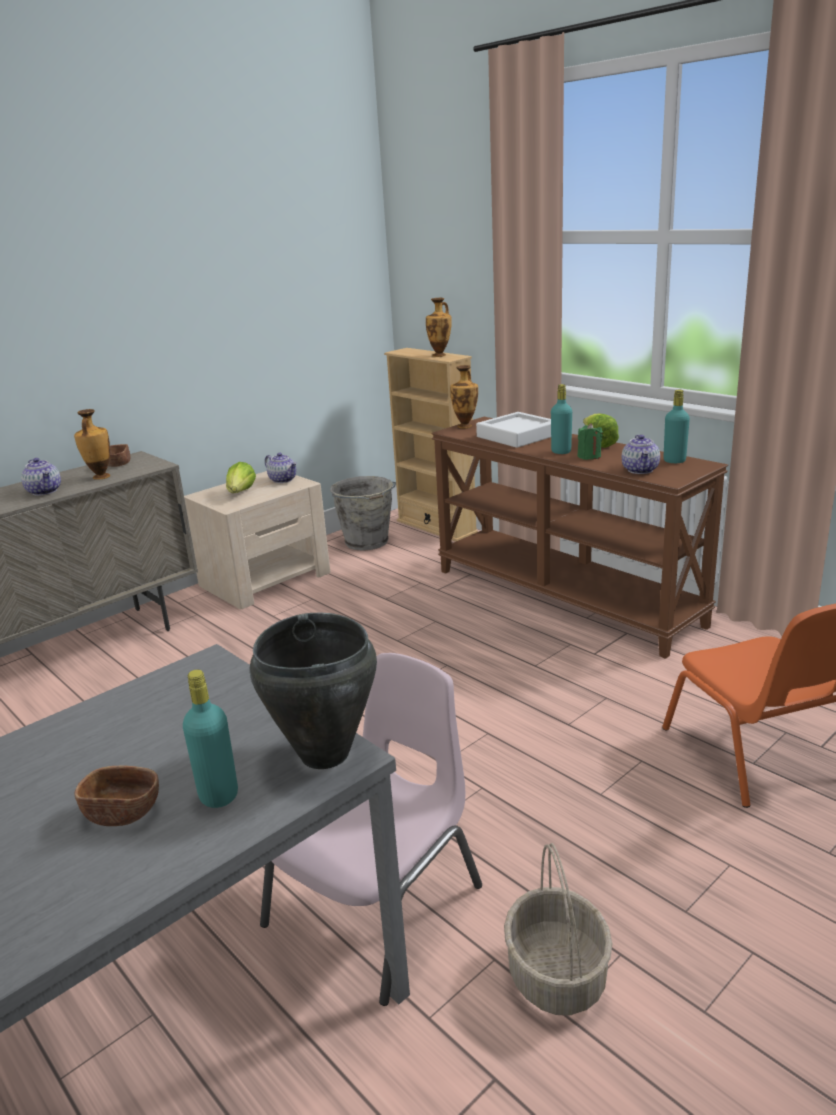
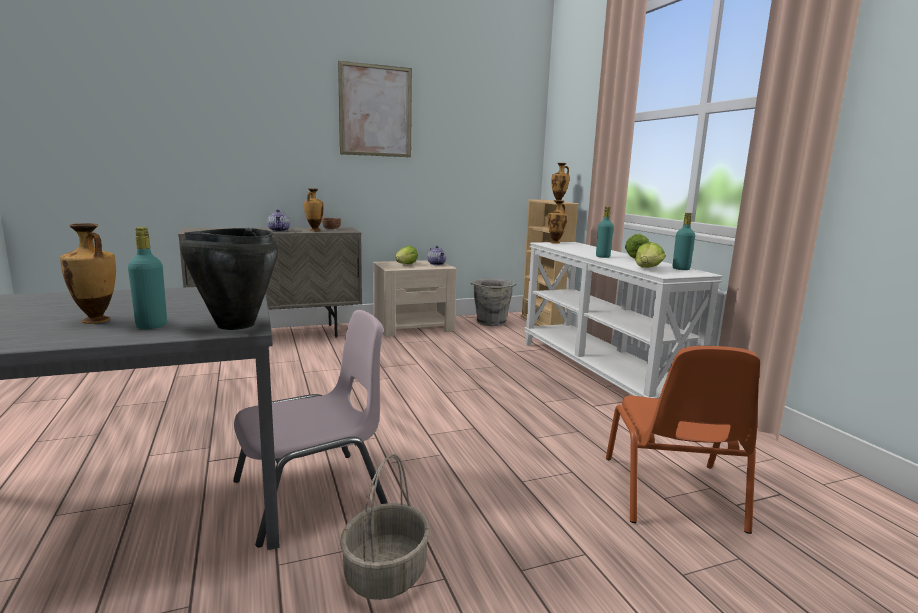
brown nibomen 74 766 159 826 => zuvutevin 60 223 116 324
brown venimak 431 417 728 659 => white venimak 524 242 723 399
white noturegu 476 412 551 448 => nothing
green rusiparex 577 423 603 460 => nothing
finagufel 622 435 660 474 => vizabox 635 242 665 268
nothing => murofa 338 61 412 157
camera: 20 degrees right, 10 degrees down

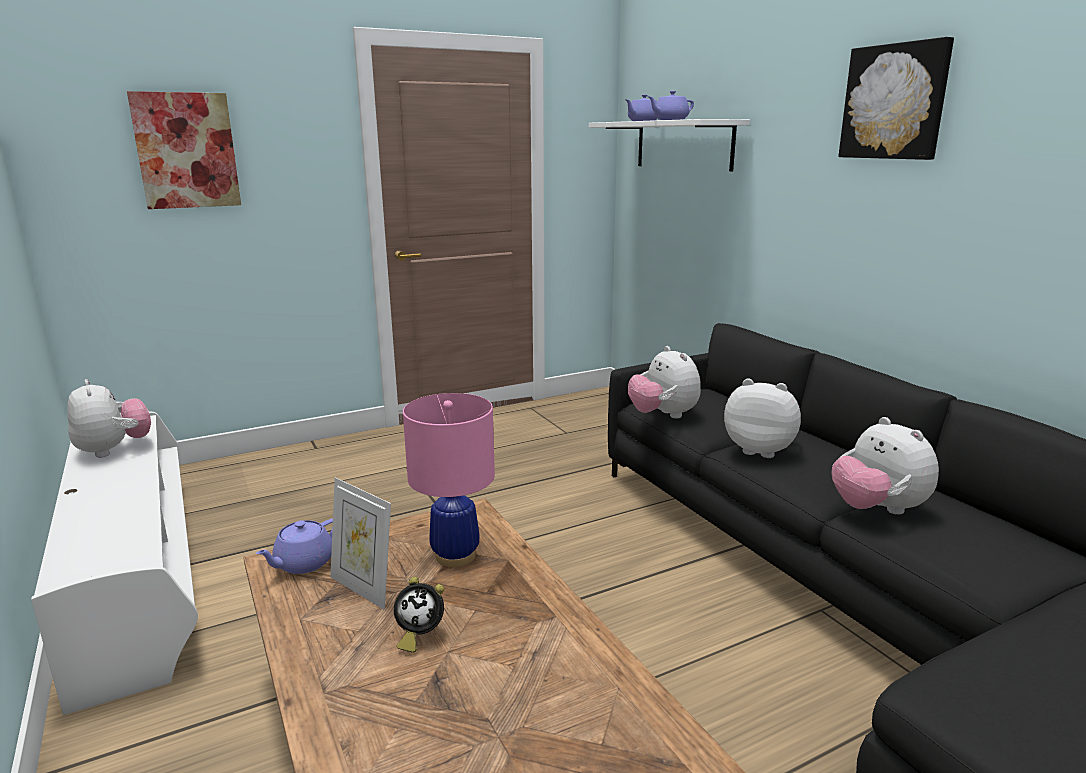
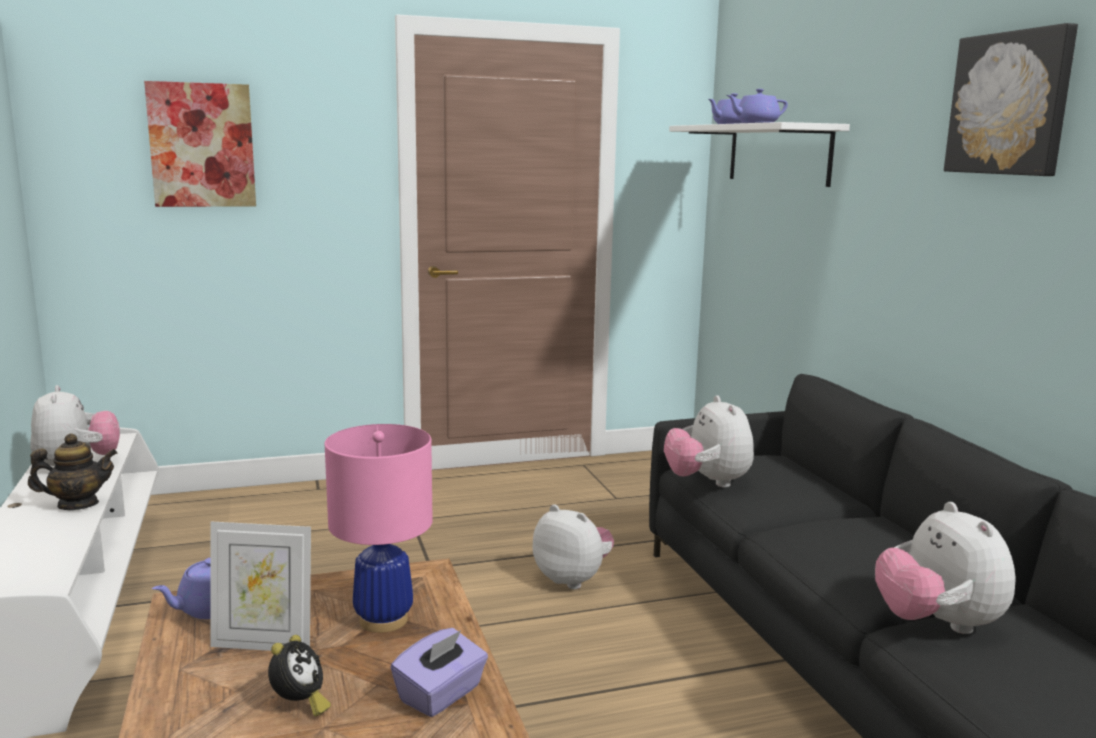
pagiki 330 478 391 609 => pagiki 211 521 311 651, 45 degrees counterclockwise
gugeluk 394 576 444 653 => gugeluk 268 635 331 716, 90 degrees counterclockwise
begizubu 724 379 801 458 => begizubu 533 504 614 589, move
nothing => finagufel 28 433 117 510
nothing => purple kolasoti 391 628 488 717
camera: 10 degrees right, 5 degrees down

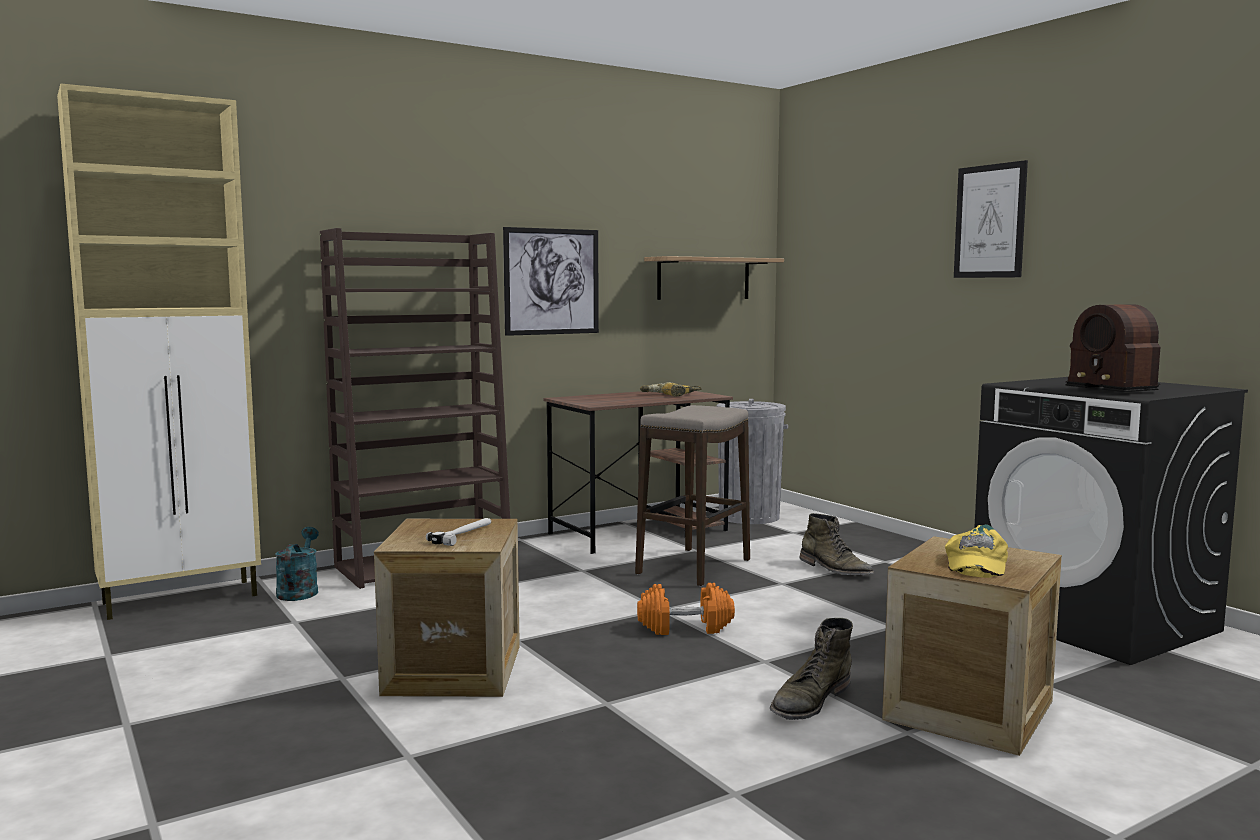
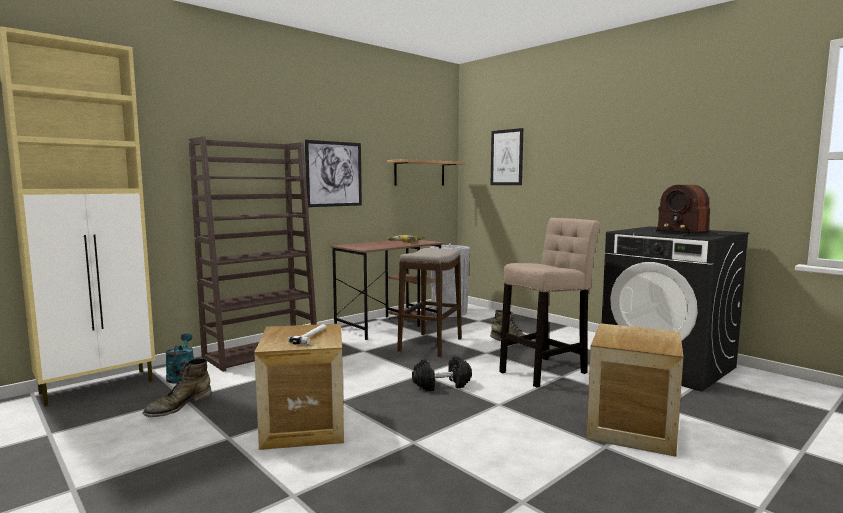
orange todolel 637 583 735 635 => black todolel 412 356 472 391
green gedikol 770 618 853 720 => green gedikol 142 358 211 417, move
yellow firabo 945 524 1008 578 => nothing
murofa 954 160 1028 278 => murofa 491 128 523 185, move
nothing => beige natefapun 499 218 600 388
camera: 10 degrees left, 0 degrees up

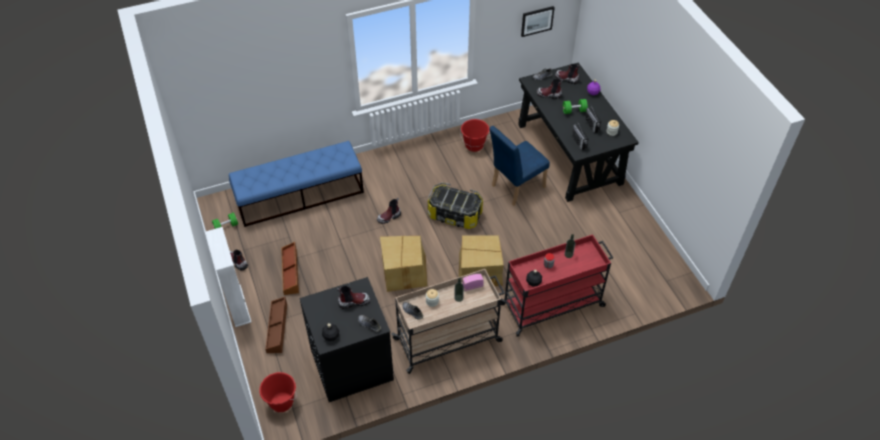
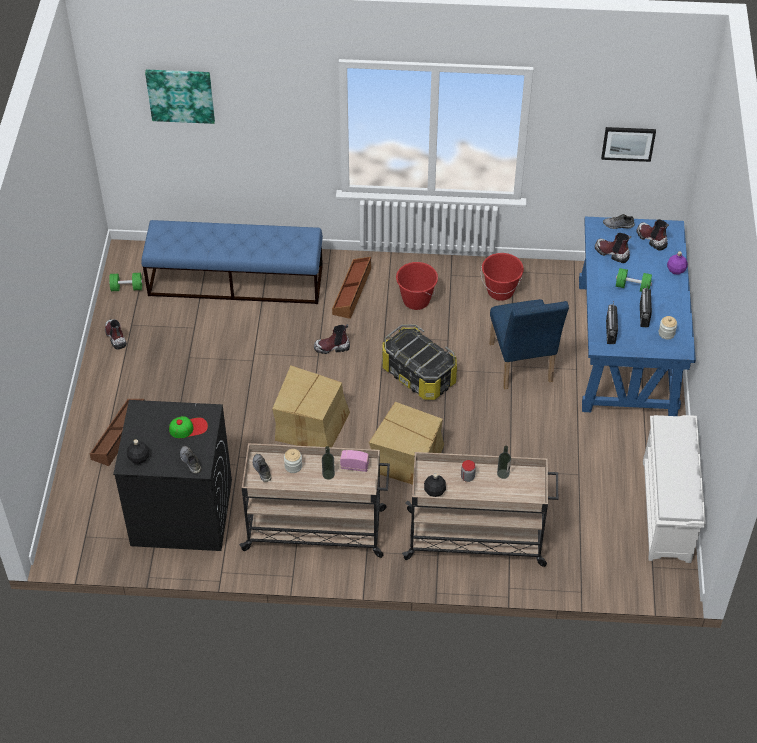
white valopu 206 227 251 327 => nothing
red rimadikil 259 372 297 412 => red rimadikil 396 262 438 310, move
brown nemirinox 281 242 299 295 => brown nemirinox 332 257 371 319, move
gedikol 337 286 370 309 => firabo 169 416 208 438
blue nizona 489 126 550 206 => blue nizona 489 299 569 389, 90 degrees counterclockwise
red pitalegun 501 234 613 337 => beige pitalegun 402 452 558 567
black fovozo 518 63 639 202 => blue fovozo 579 217 696 416
nothing => murofa 145 70 215 124
nothing => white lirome 643 415 706 563
camera: 25 degrees right, 0 degrees up

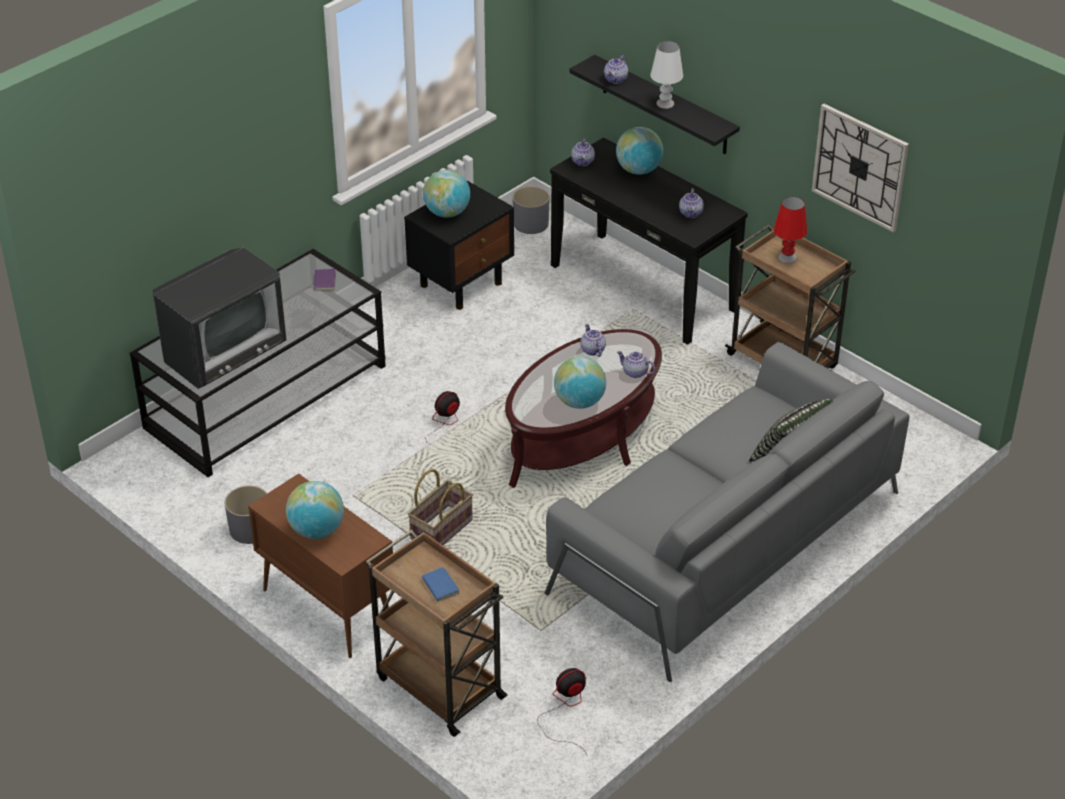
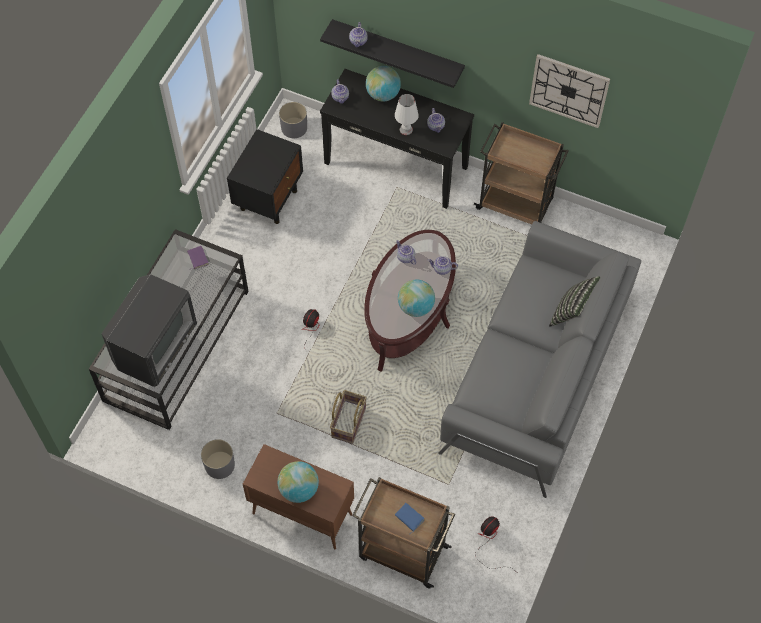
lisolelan 423 170 470 218 => nothing
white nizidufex 650 41 683 109 => white nizidufex 395 94 419 135, move
red nizidufex 774 197 807 263 => nothing
camera: 20 degrees left, 20 degrees up

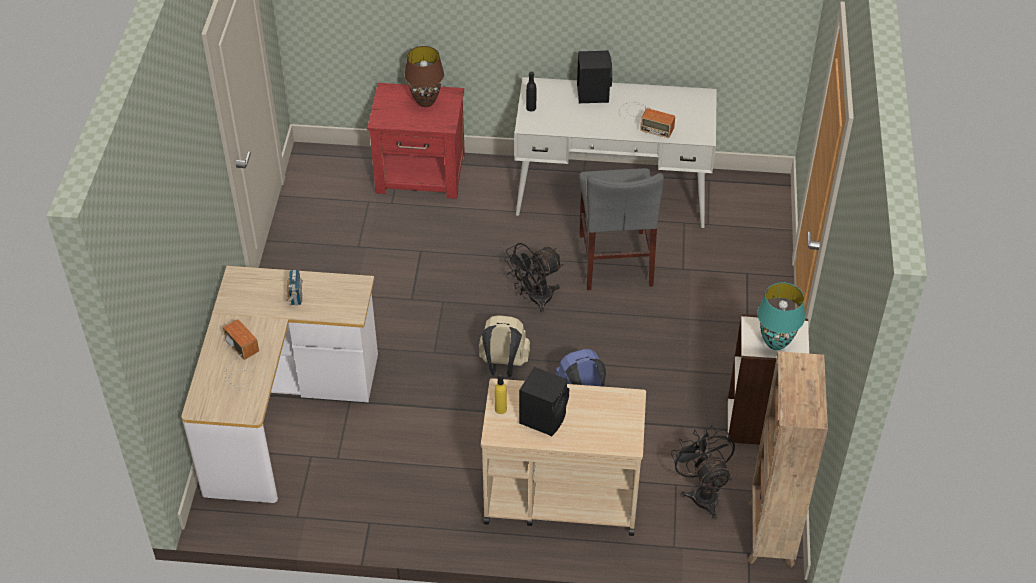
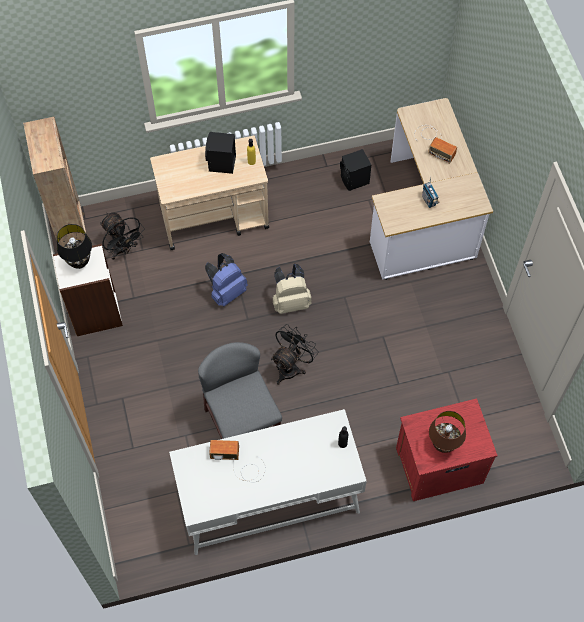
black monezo 577 50 612 103 => black monezo 340 149 371 191, move
turquoise nizidufex 757 282 805 350 => black nizidufex 57 224 92 269
camera: 160 degrees right, 15 degrees up

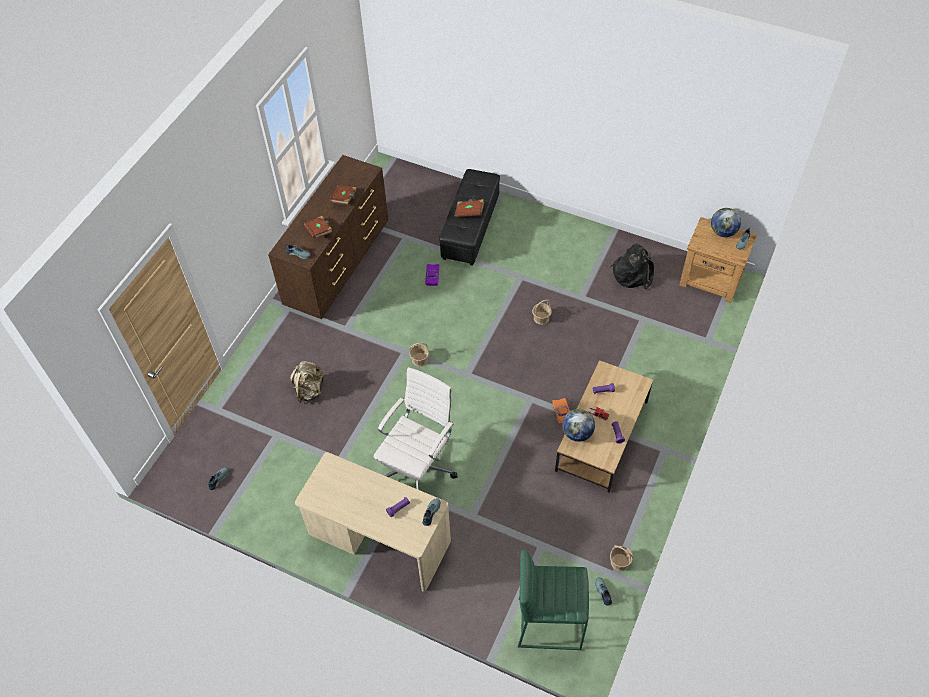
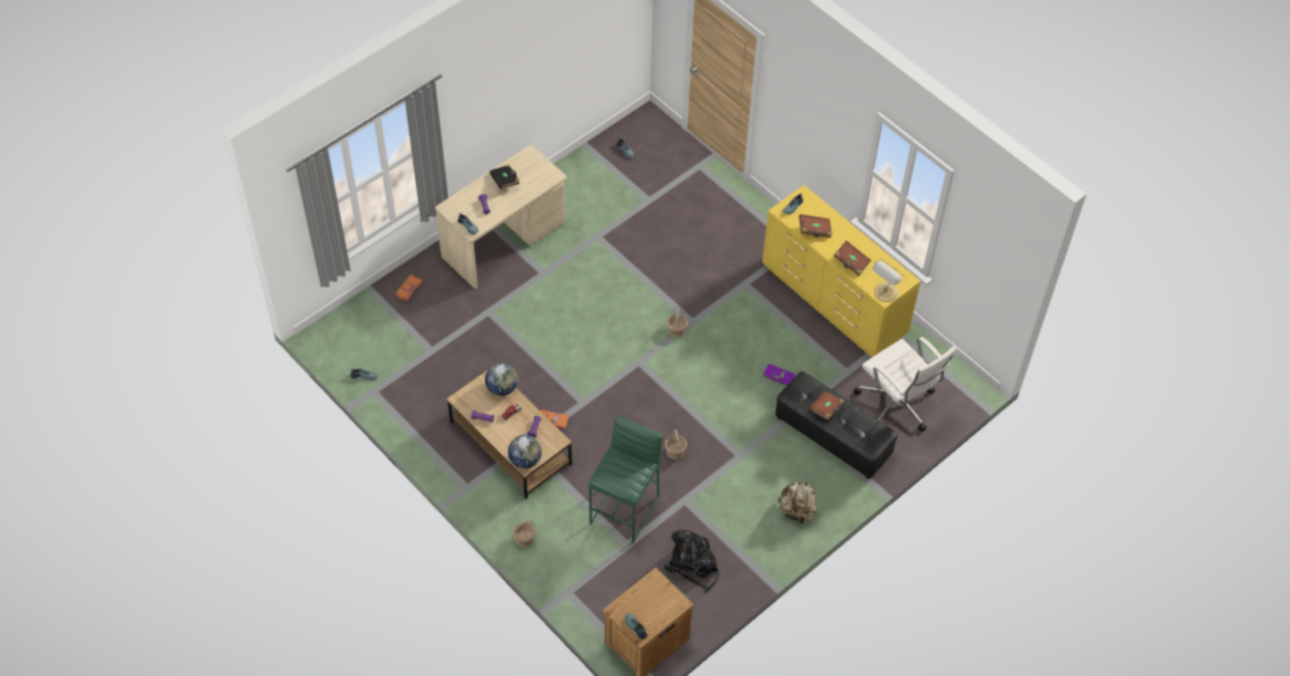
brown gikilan 268 155 388 319 => yellow gikilan 762 185 921 358
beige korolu 290 361 325 404 => beige korolu 778 480 817 523, move
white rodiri 374 367 458 490 => white rodiri 854 337 957 431, move
green natefapun 518 549 589 650 => green natefapun 589 416 663 544, move
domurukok 610 545 633 571 => domurukok 513 520 536 547, move
lisolelan 711 208 741 237 => lisolelan 508 435 542 469, move
nothing => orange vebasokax 396 275 422 301
nothing => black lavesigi 489 164 520 189
nothing => nizidufex 872 258 906 302
camera: 110 degrees right, 0 degrees up

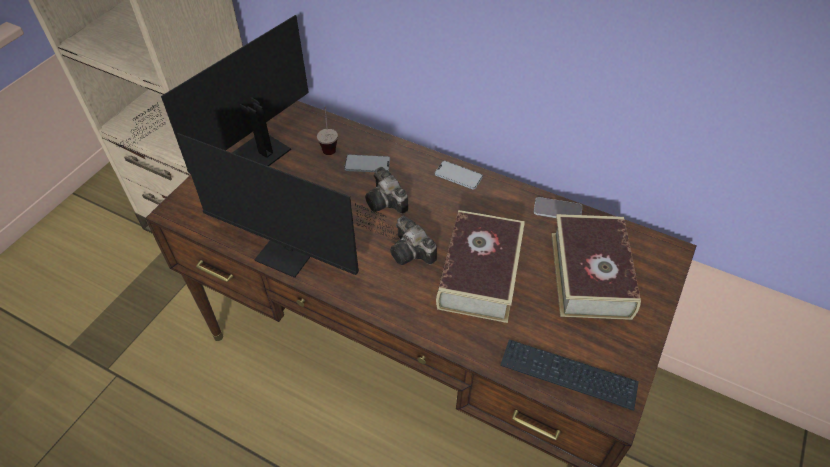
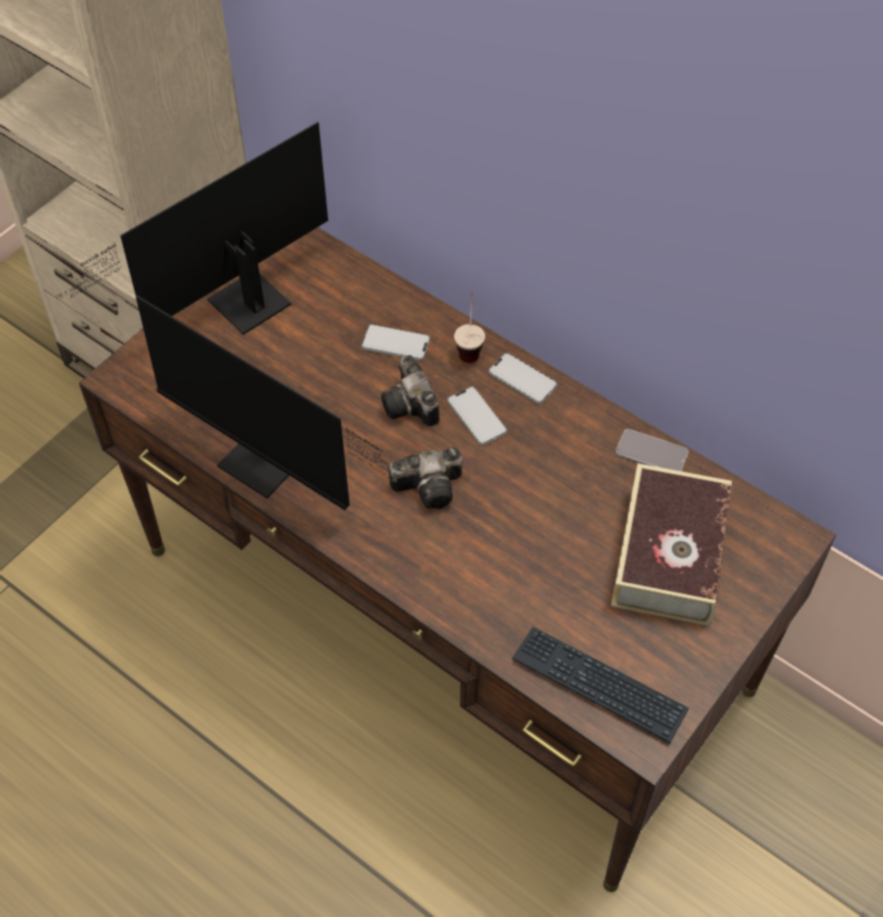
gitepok 317 106 338 155 => gitepok 454 291 485 363, move
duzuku 390 216 437 265 => duzuku 389 447 463 510, 75 degrees counterclockwise
lavesigi 436 210 525 323 => nothing
nothing => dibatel 447 386 507 446
camera: 10 degrees right, 5 degrees up

